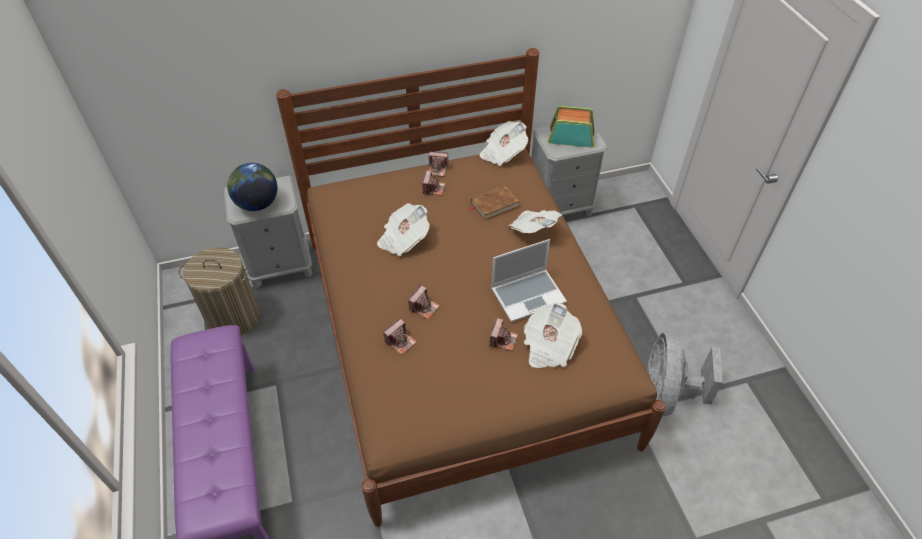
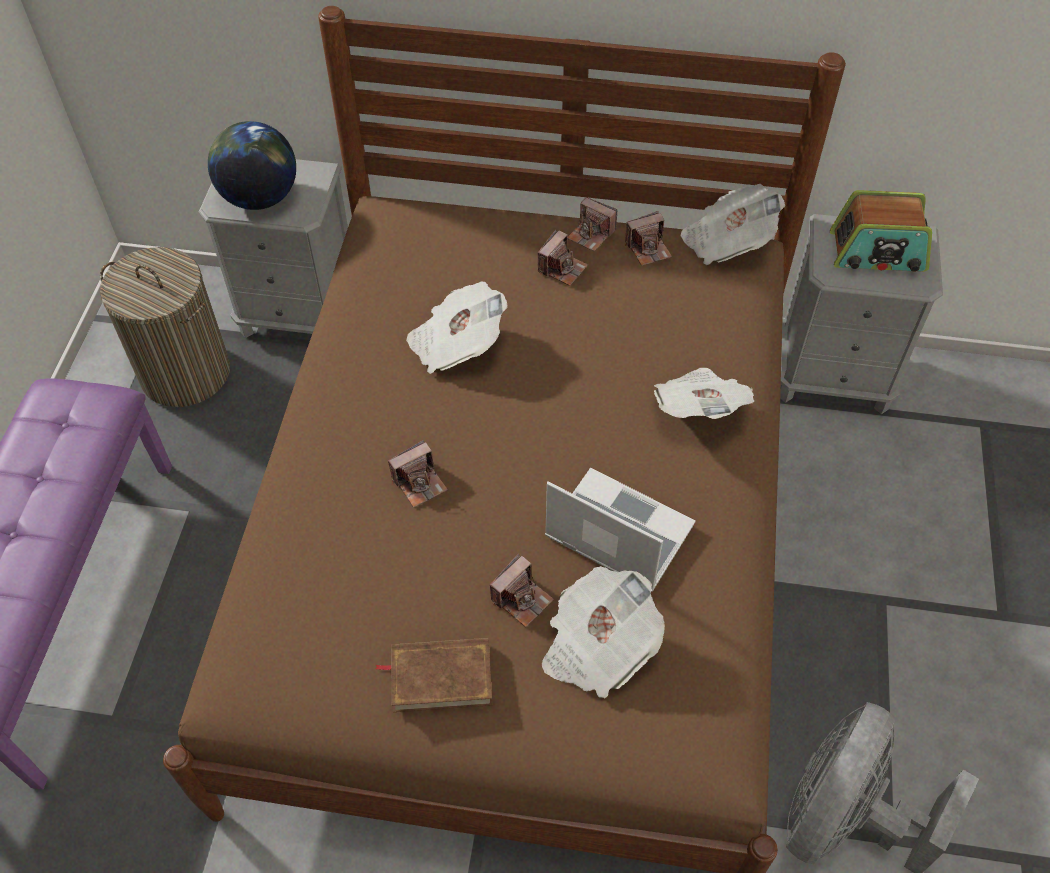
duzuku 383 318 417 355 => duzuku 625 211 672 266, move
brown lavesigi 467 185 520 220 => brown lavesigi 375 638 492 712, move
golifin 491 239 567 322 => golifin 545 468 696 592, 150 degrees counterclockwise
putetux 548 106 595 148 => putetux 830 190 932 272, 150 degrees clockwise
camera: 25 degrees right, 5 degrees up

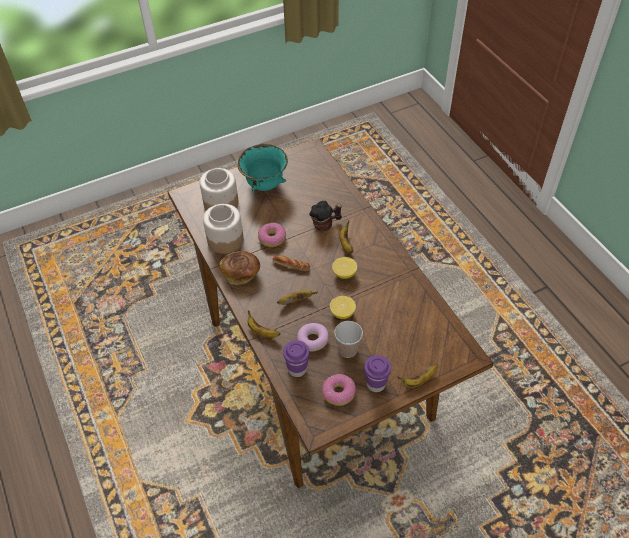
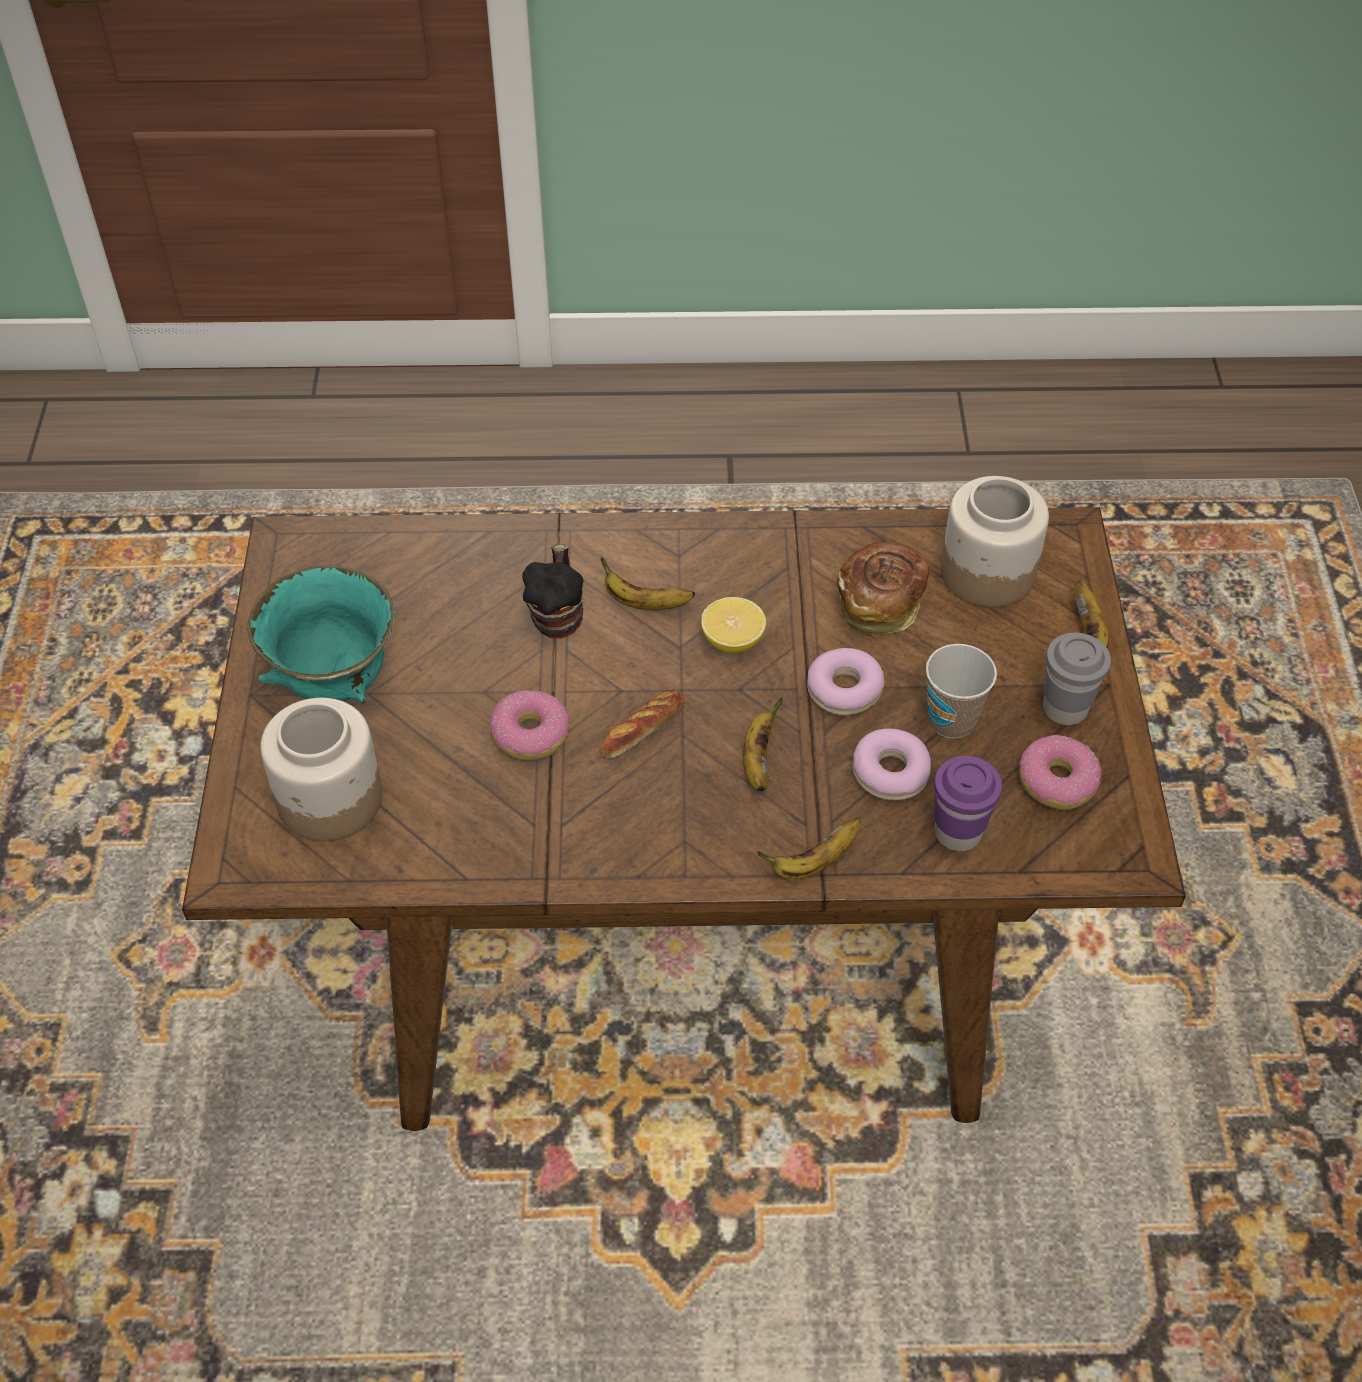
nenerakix 203 204 244 254 => nenerakix 941 476 1049 607, move
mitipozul 219 251 260 285 => mitipozul 837 541 929 635, move
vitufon 330 296 356 319 => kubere 807 648 884 715
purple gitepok 364 355 391 392 => grey gitepok 1043 632 1111 725
camera: 65 degrees left, 0 degrees up

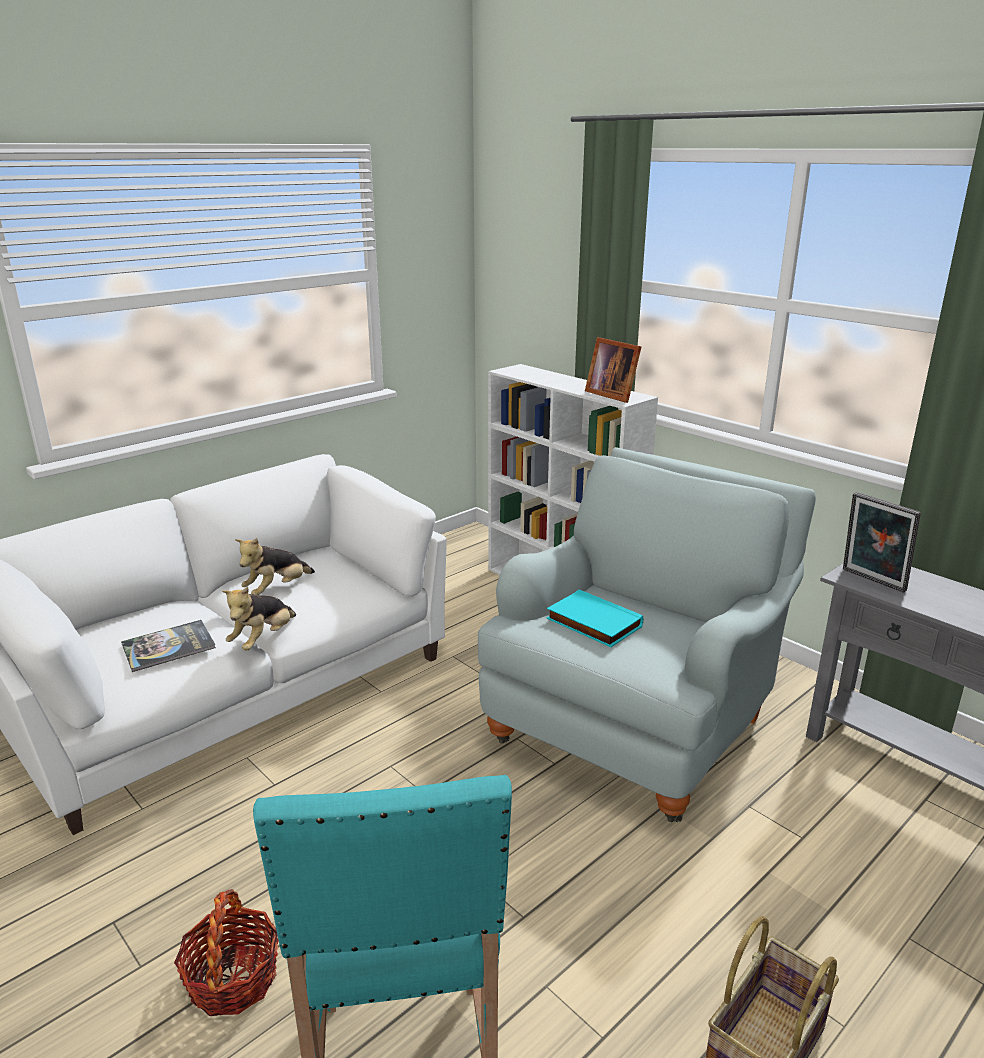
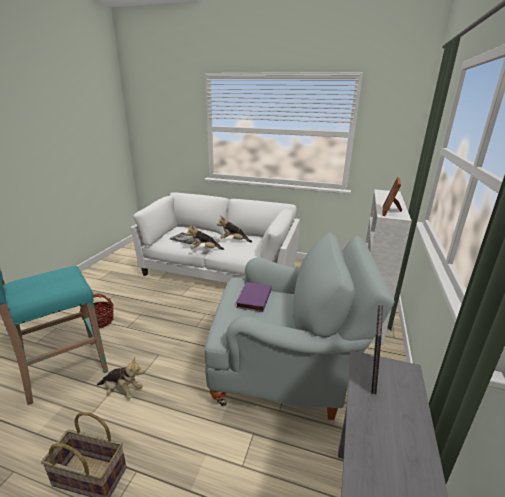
turquoise lavesigi 546 590 643 647 => purple lavesigi 236 282 272 312
nothing => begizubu 97 357 144 399
camera: 60 degrees right, 0 degrees up

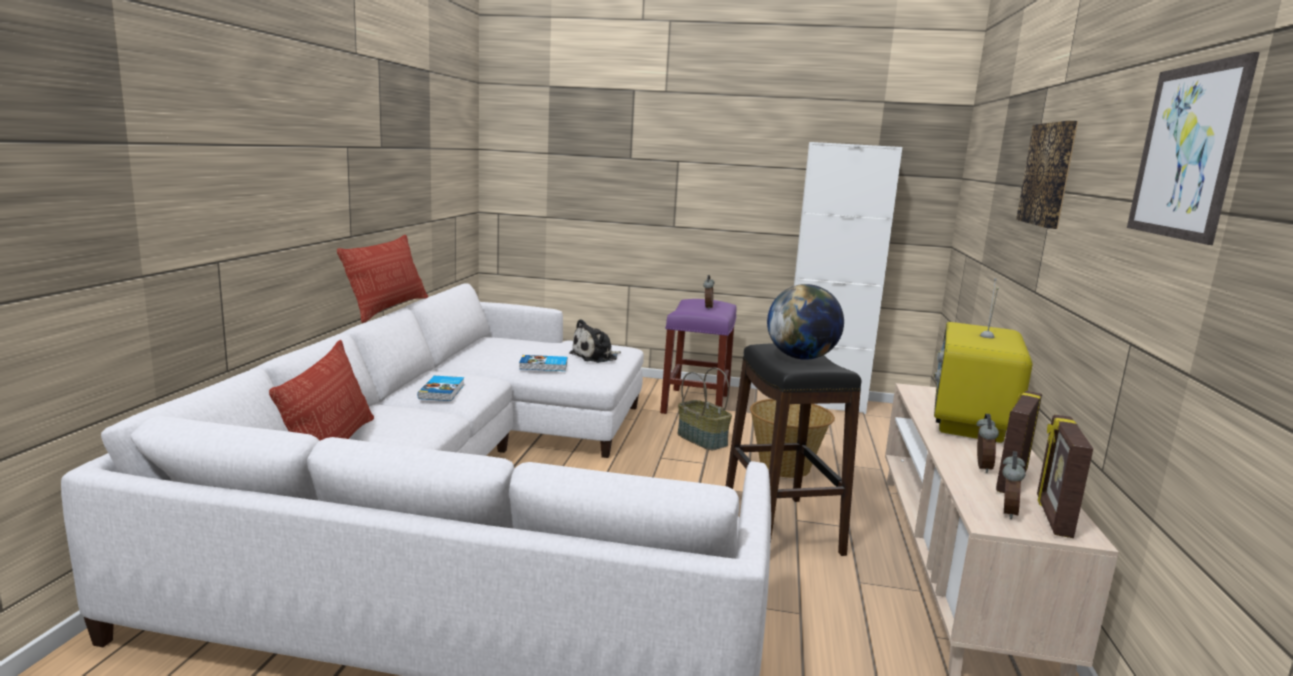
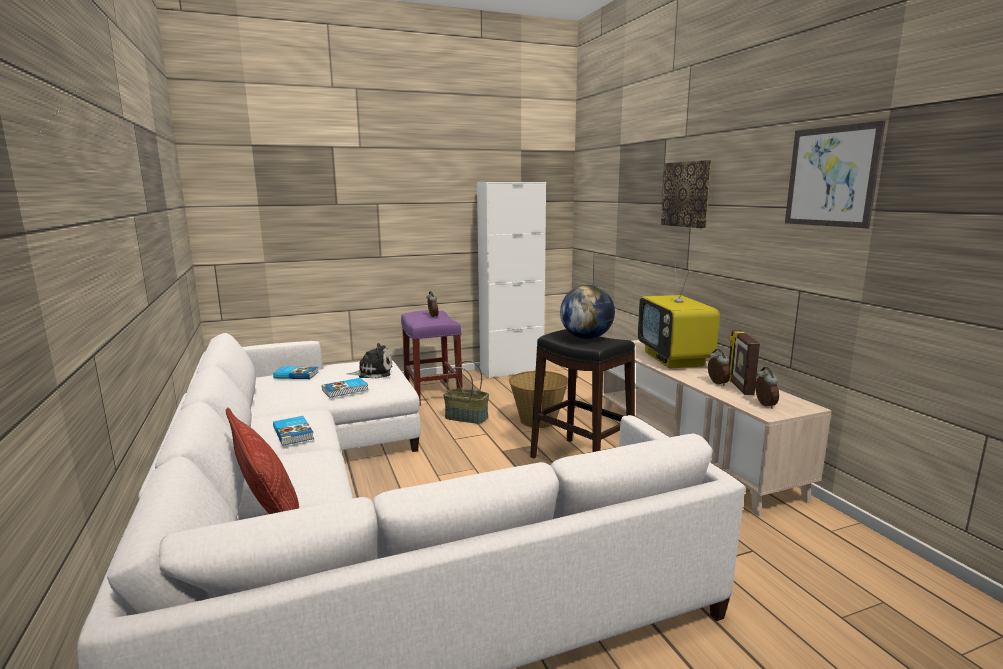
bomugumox 337 235 428 323 => nothing
begizubu 569 319 621 363 => begizubu 347 343 392 379, 120 degrees counterclockwise
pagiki 1037 415 1093 538 => nothing
nothing => lavesigi 273 366 318 379
camera: 30 degrees left, 0 degrees up

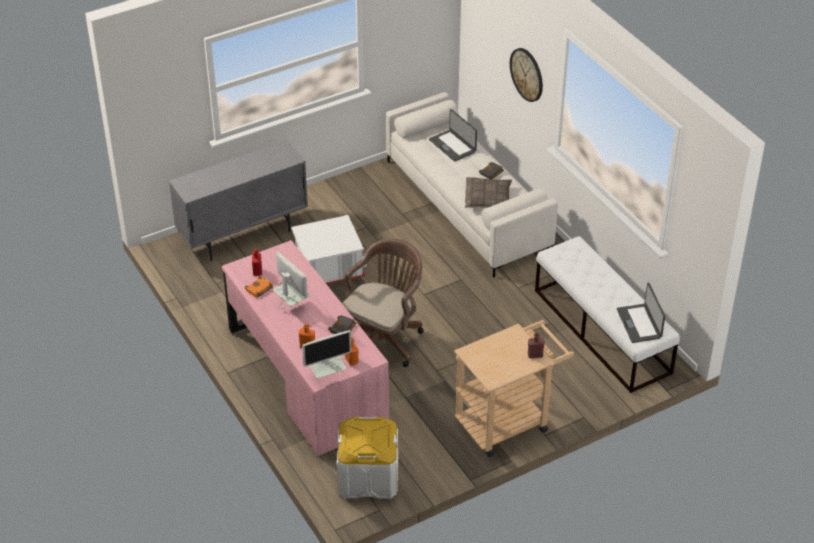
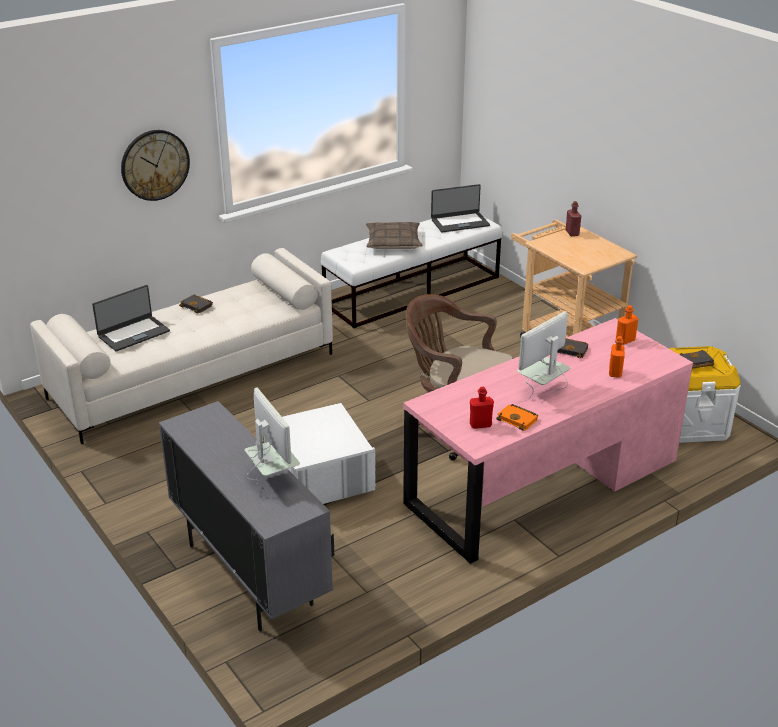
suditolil 302 330 352 378 => suditolil 245 387 300 484, move
bomugumox 465 177 512 208 => bomugumox 366 222 423 249, move
nothing => black lavesigi 679 350 714 368
camera: 95 degrees left, 10 degrees down

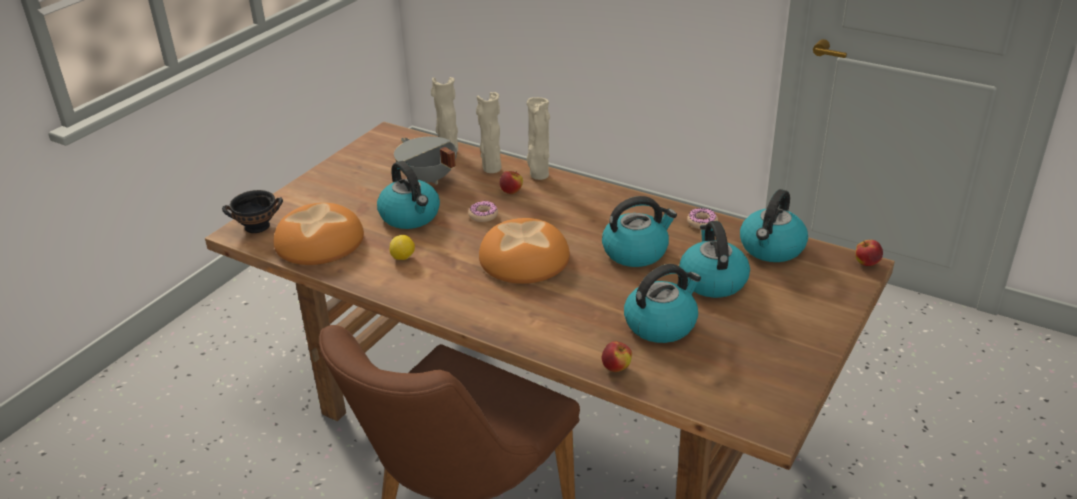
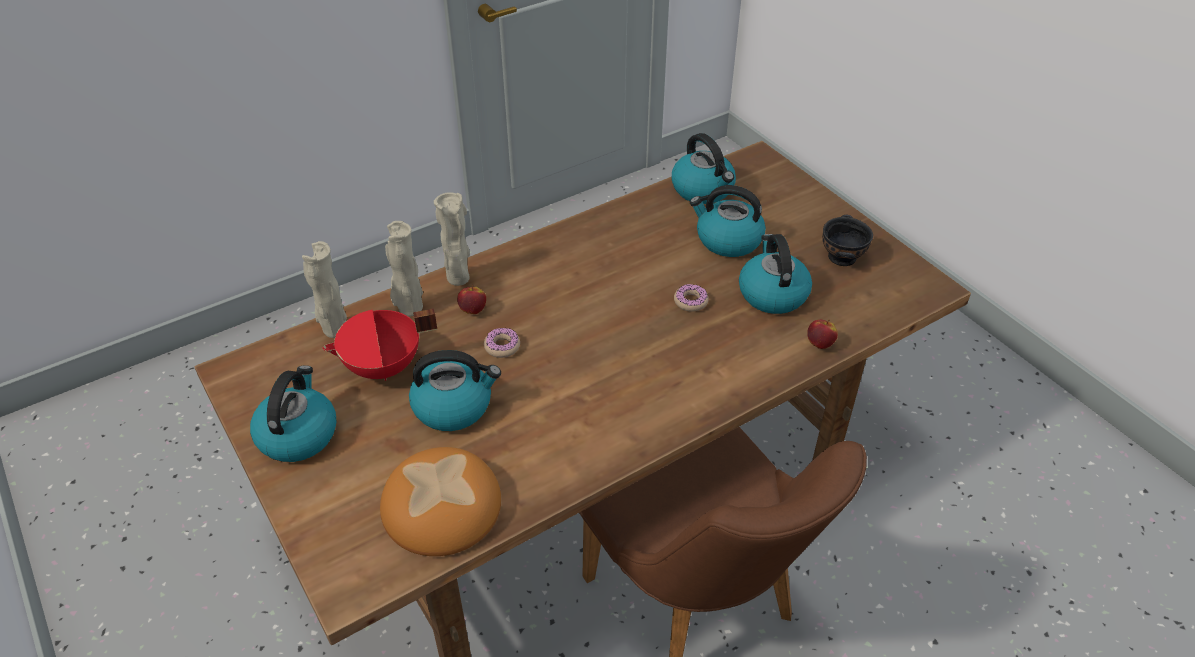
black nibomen 222 190 283 233 => black nibomen 822 214 873 266, move
vitufon 390 235 415 260 => nothing
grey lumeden 394 136 457 185 => red lumeden 323 308 437 381
mitipozul 479 218 570 284 => nothing
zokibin 602 196 677 267 => zokibin 250 365 336 462, move
kubere 687 208 718 229 => kubere 674 284 709 312, move
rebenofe 855 240 883 266 => nothing
camera: 65 degrees left, 10 degrees up

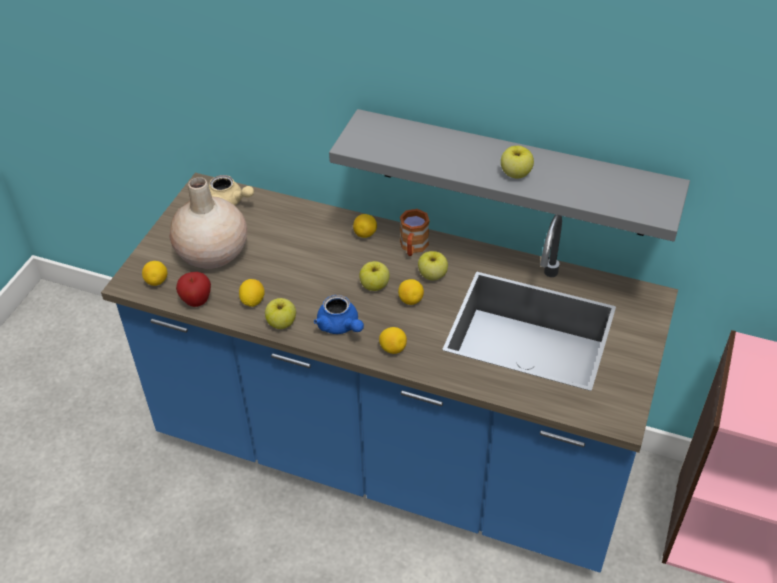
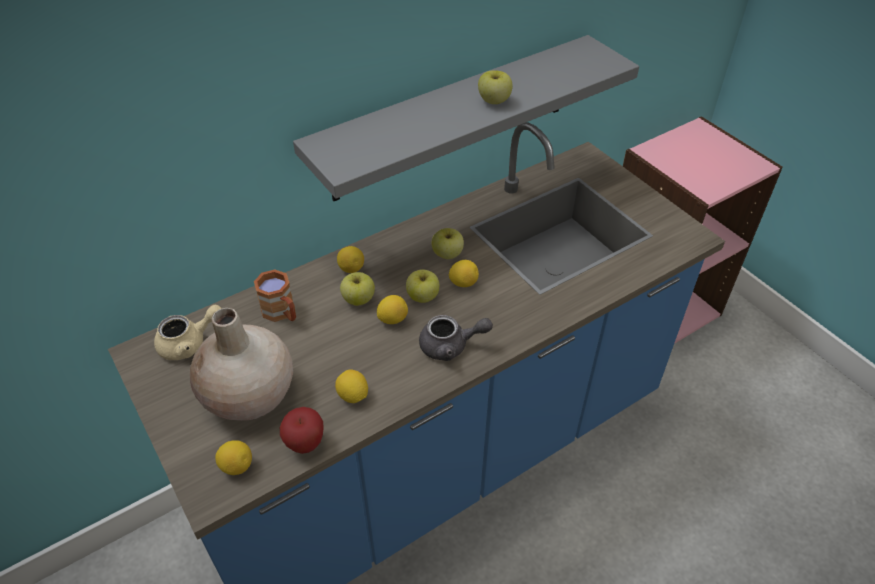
rebenofe 265 298 296 329 => rebenofe 340 272 375 306, move
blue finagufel 314 295 364 334 => grey finagufel 419 315 493 361
vitufon 379 327 407 354 => vitufon 377 295 408 324, move
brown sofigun 400 209 430 256 => brown sofigun 254 270 296 322, move
camera: 55 degrees left, 0 degrees up

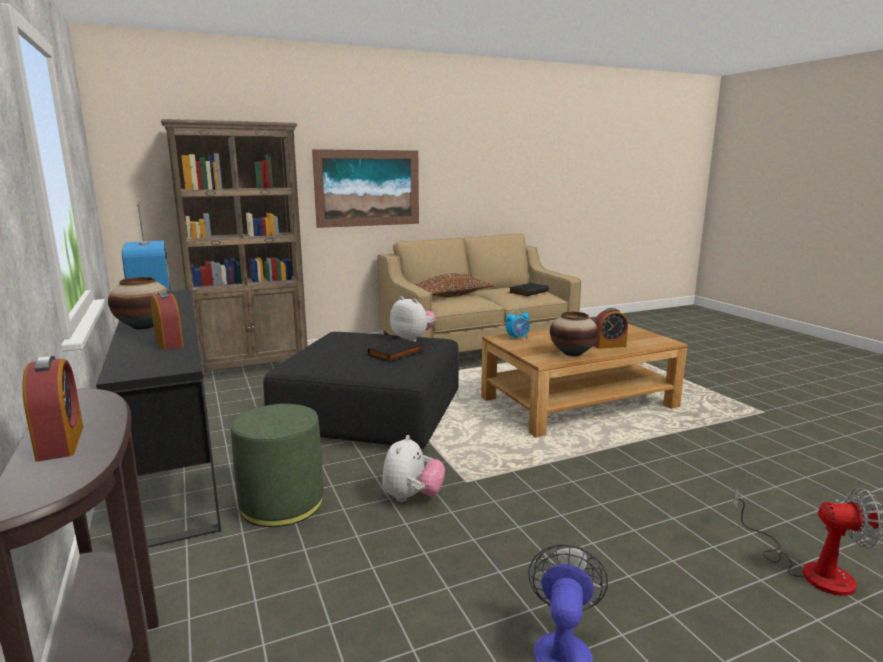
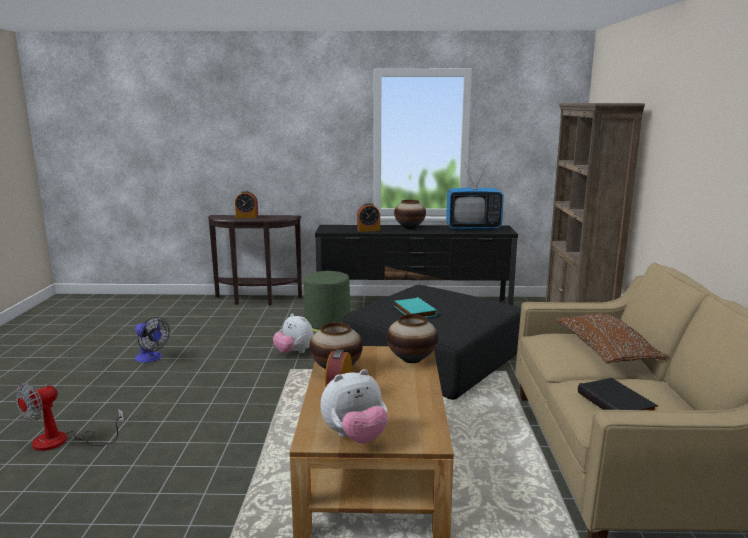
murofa 312 149 419 228 => nothing
black lavesigi 368 338 424 362 => turquoise lavesigi 394 297 437 318
begizubu 390 296 435 342 => begizubu 320 369 388 444, move
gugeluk 506 309 530 340 => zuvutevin 387 314 438 363
camera: 115 degrees right, 0 degrees up

